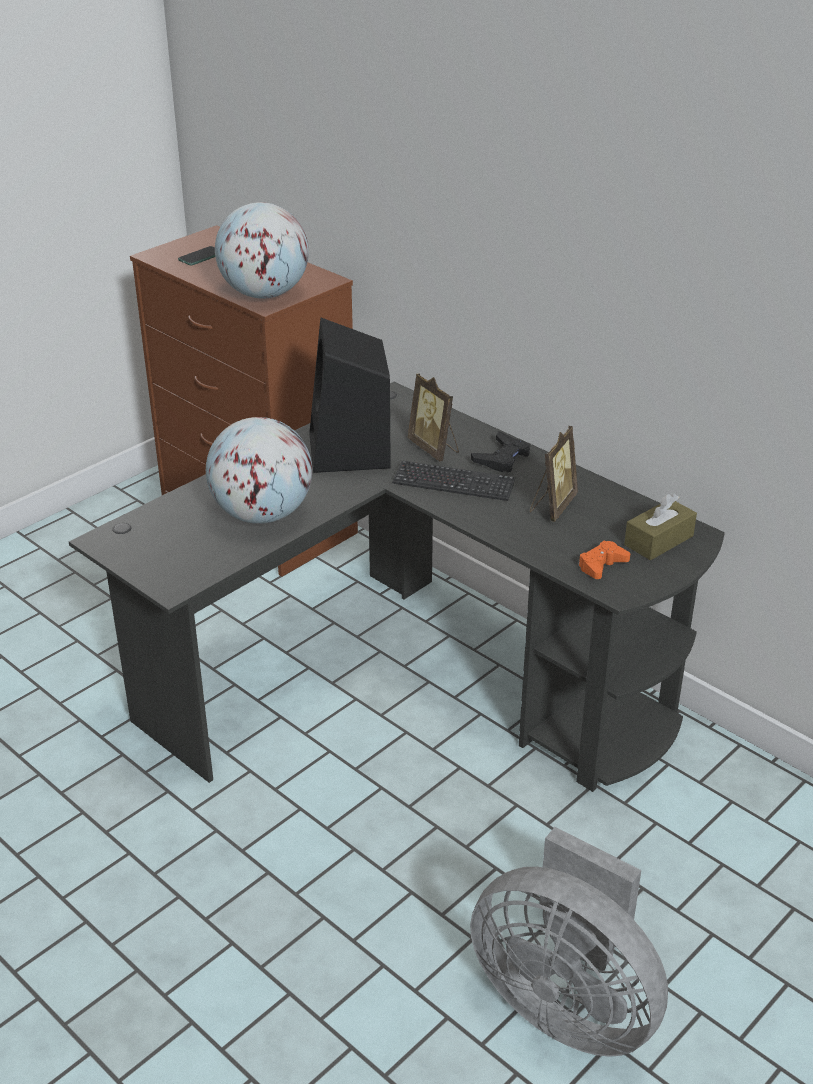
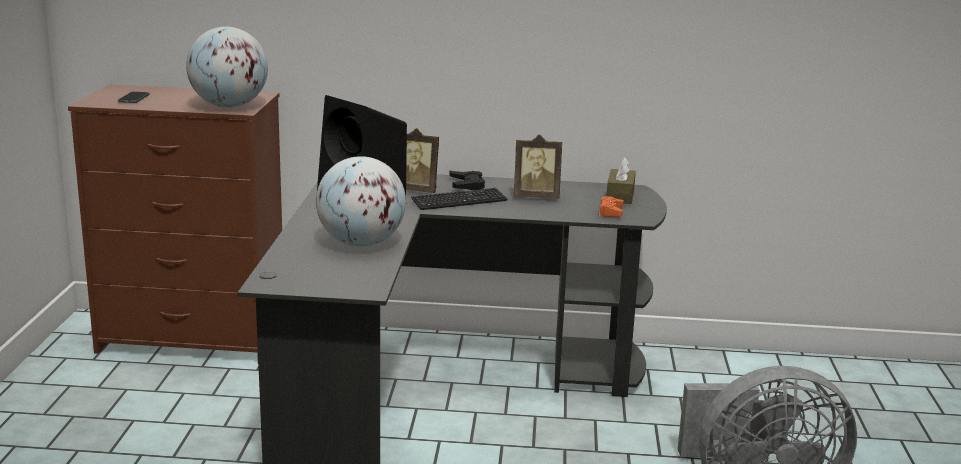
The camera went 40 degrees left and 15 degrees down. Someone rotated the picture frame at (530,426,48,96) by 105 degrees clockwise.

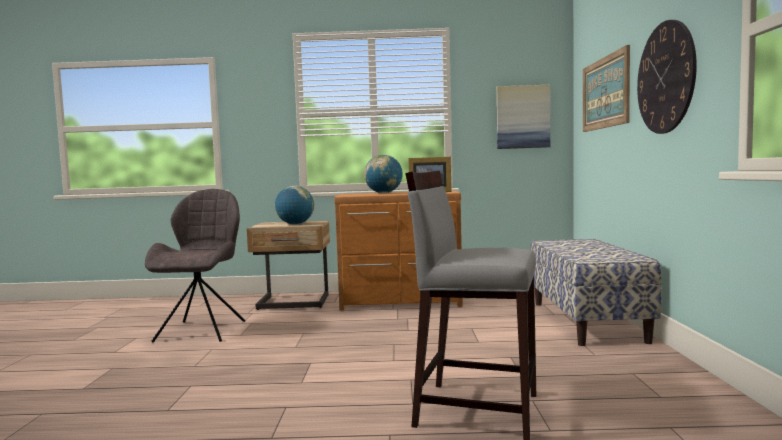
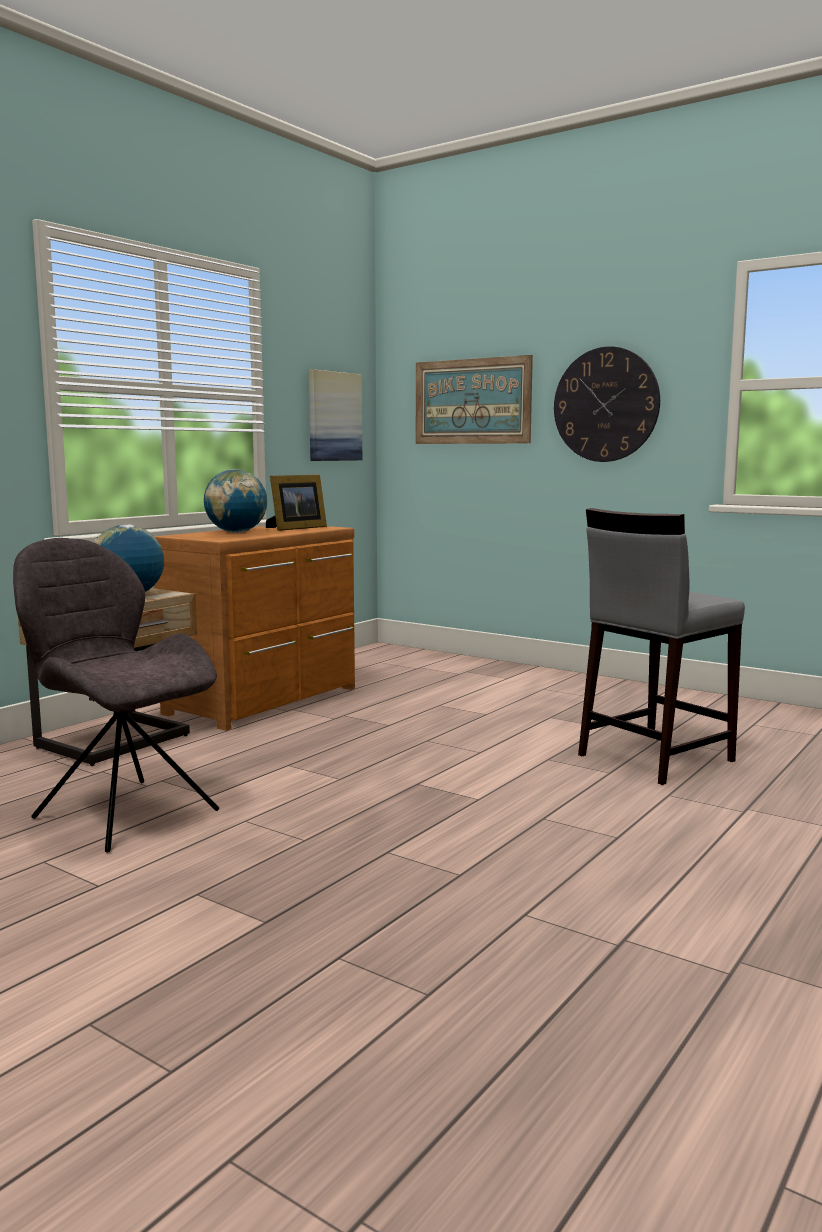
The camera went 55 degrees left and 5 degrees up. Someone took away the bench at (530,239,132,107).

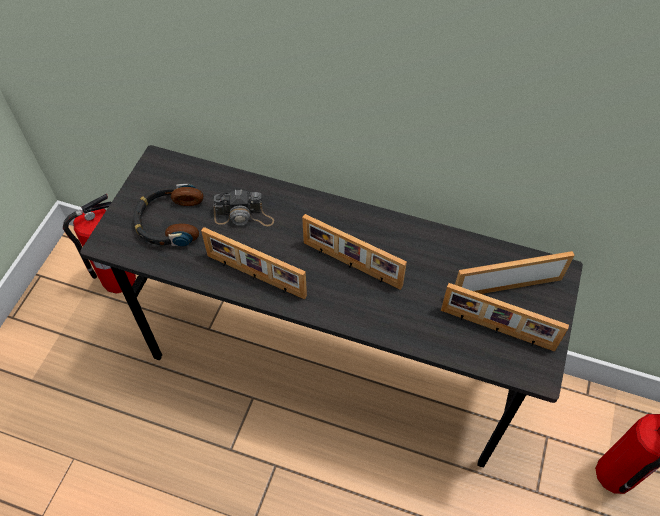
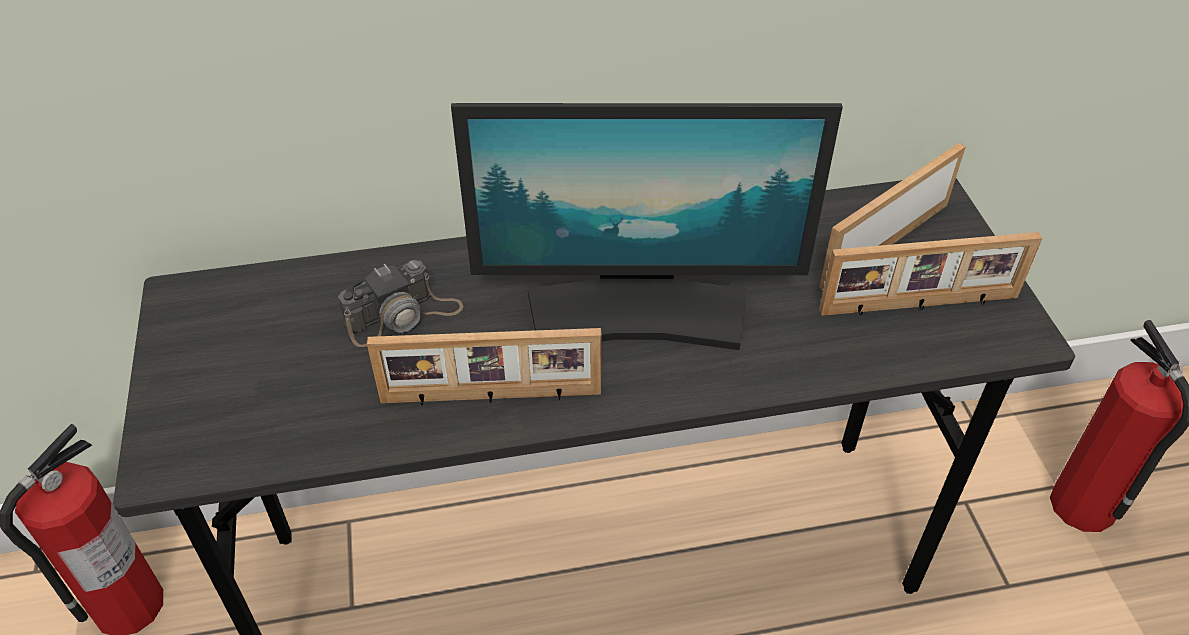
The camera went 30 degrees left and 10 degrees down. Someone took away the headphones at (133,184,71,62). Someone swapped the picture frame at (302,214,105,76) for the monitor at (451,103,392,247).

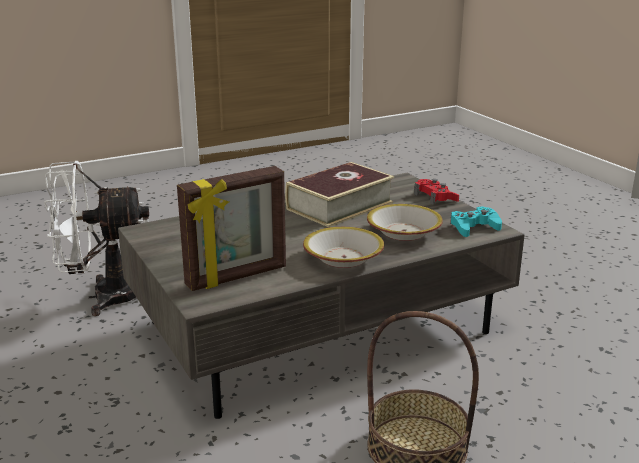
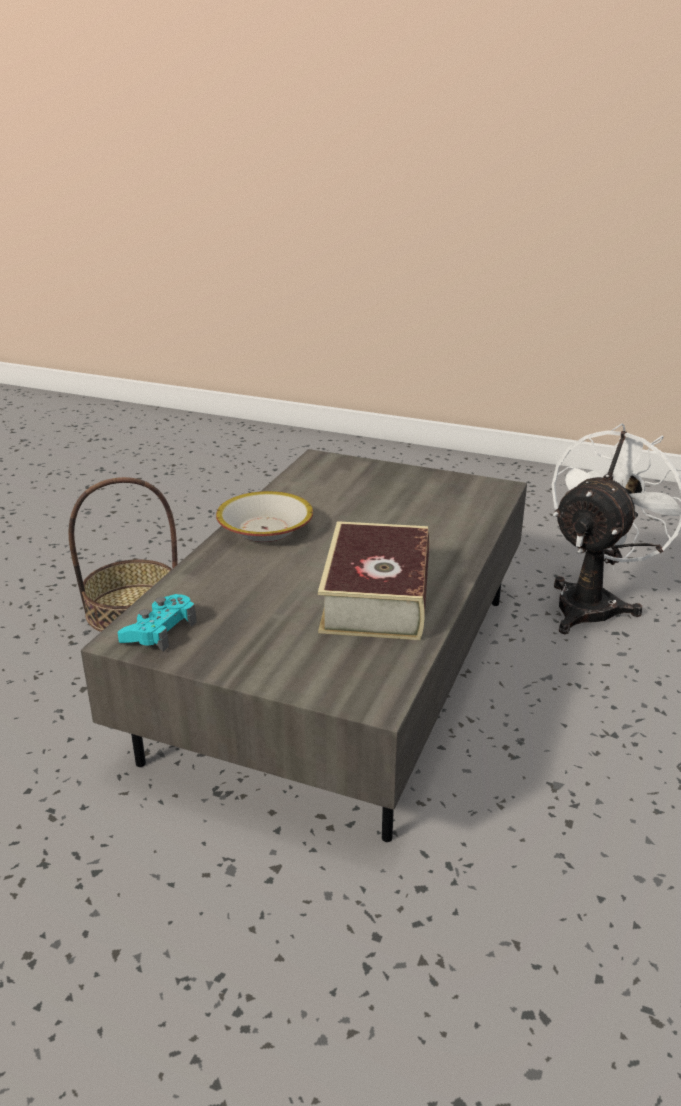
The camera went 140 degrees right and 5 degrees up. Someone took away the picture frame at (177,166,109,125). Someone took away the bowl at (367,204,76,37). Someone took away the red game controller at (414,179,45,26).

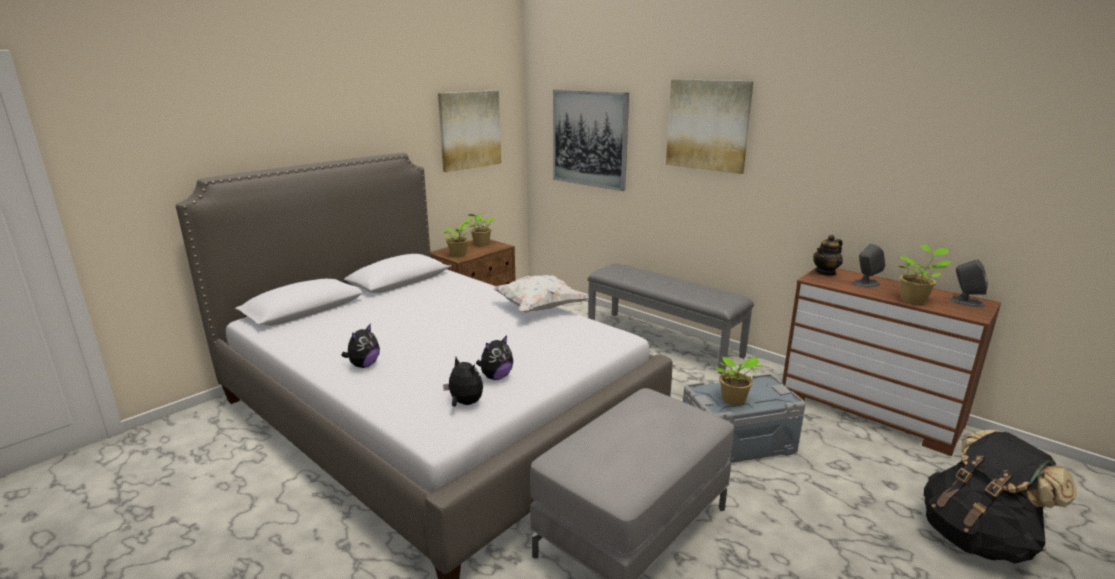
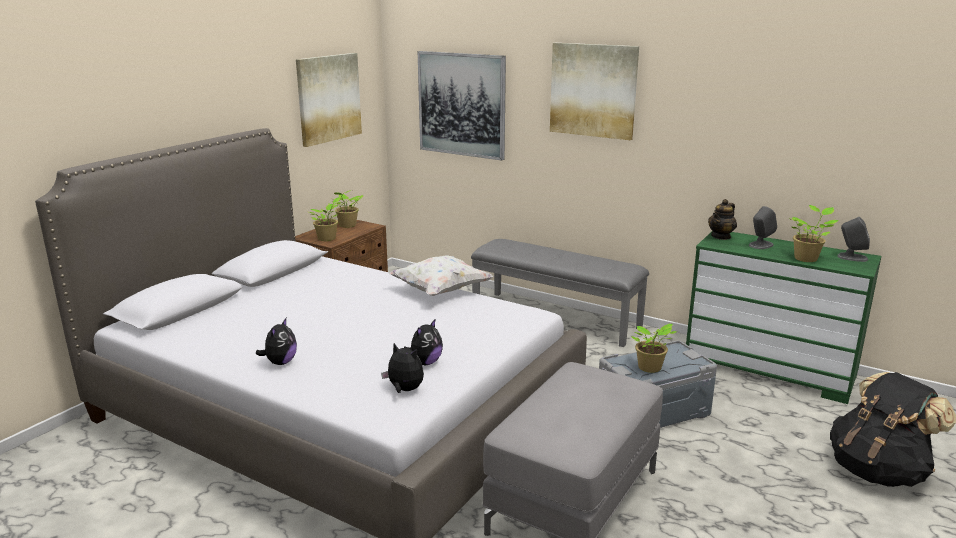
The camera went 10 degrees left and 0 degrees up. Someone repainted the brown dresser at (782,267,219,189), which became the green dresser at (686,232,195,172).

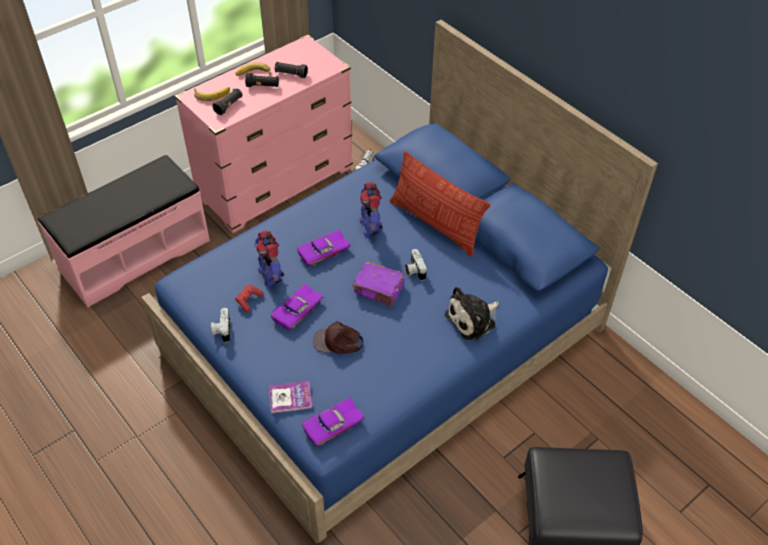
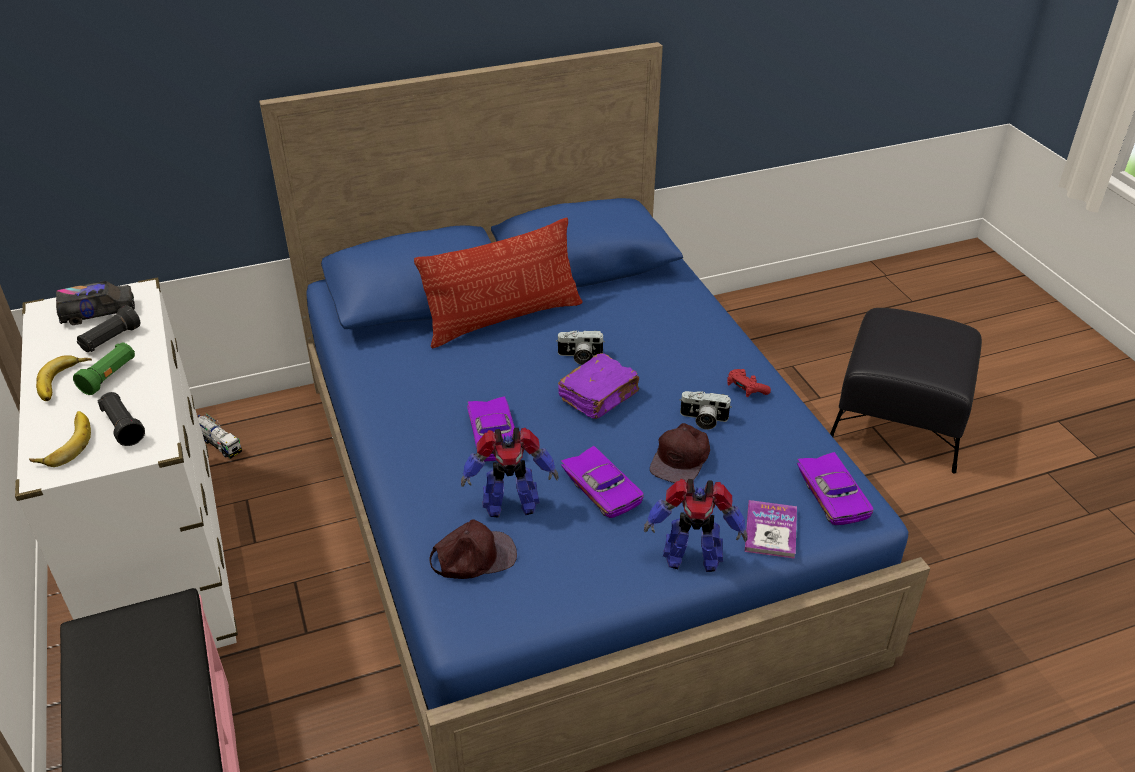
The camera went 70 degrees left and 10 degrees down. Someone repainted the pink dresser at (175,35,178,198), which became the white dresser at (15,278,223,370). Someone carried the photo camera from (211,308,19,35) to (679,391,53,39). Someone carried the red game controller from (235,285,29,27) to (727,369,44,28). Someone repainted the black flashlight at (245,73,34,14), which became the green flashlight at (73,343,62,52). Someone carried the toy robot from (360,182,23,55) to (644,479,104,93). Someone took away the plush toy at (445,286,54,54). Someone put down the toy truck at (56,281,79,44). Someone put down the brown cap at (430,519,87,60).

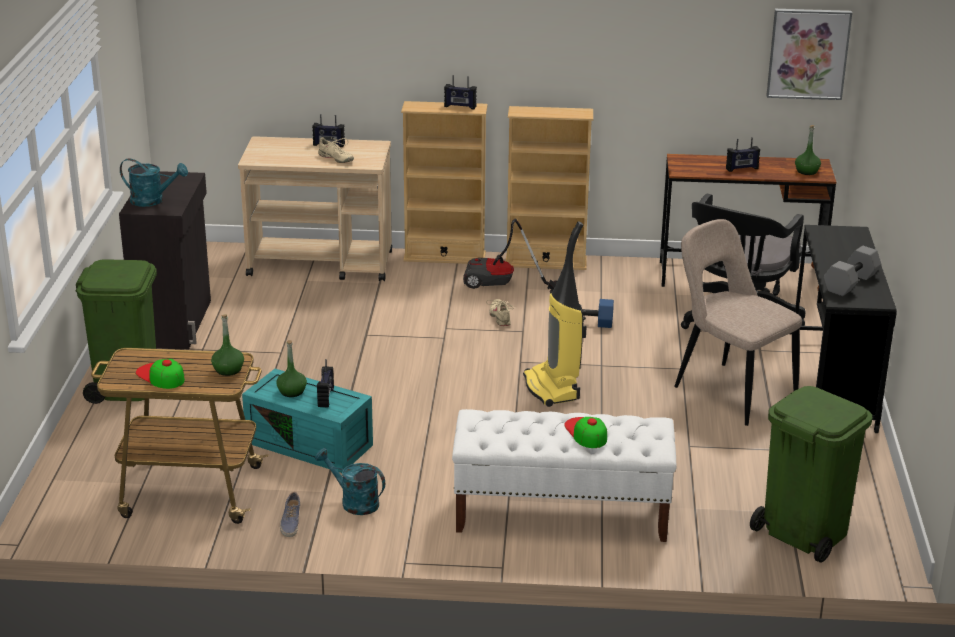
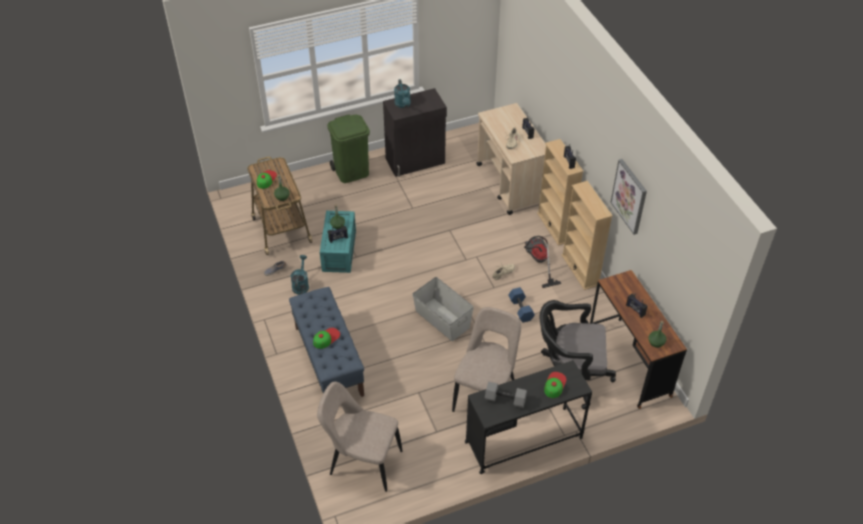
The camera went 65 degrees right and 20 degrees up. Someone repainted the white bench at (452,409,225,133), which became the blue bench at (289,287,75,110). Someone swapped the vacuum cleaner at (523,221,63,186) for the grey storage box at (413,277,61,64). Someone swapped the green trash can at (750,386,122,177) for the beige chair at (317,382,86,110). Someone carried the picture from (766,9,86,91) to (610,159,37,76). Someone put down the cap at (544,372,22,26).

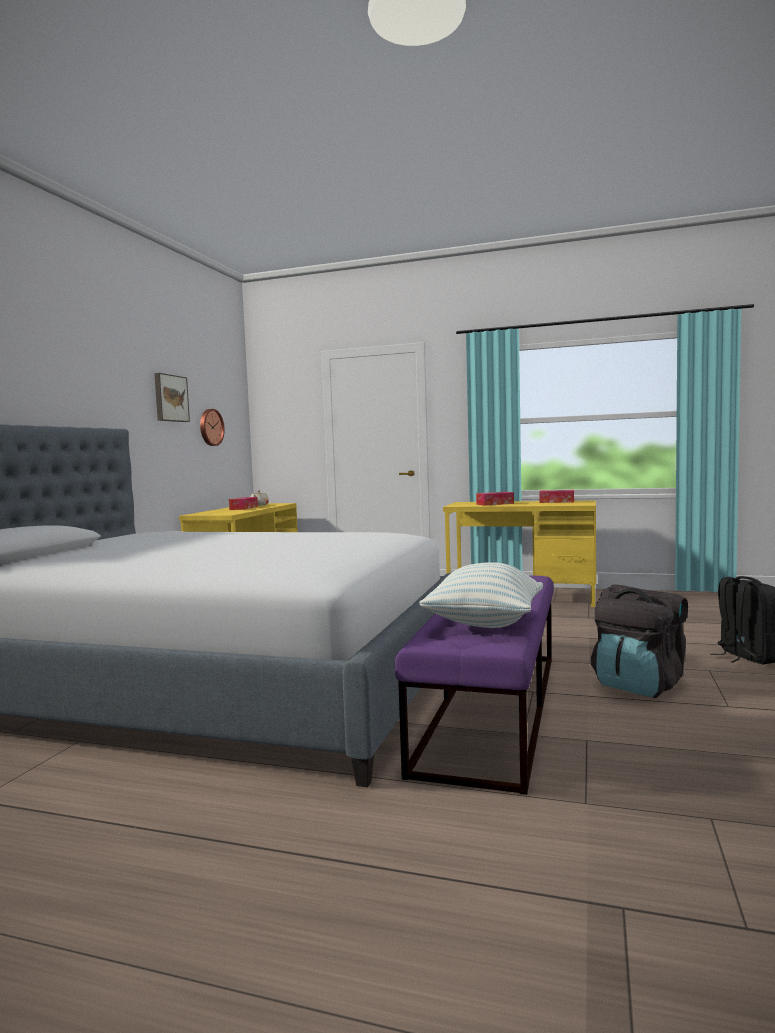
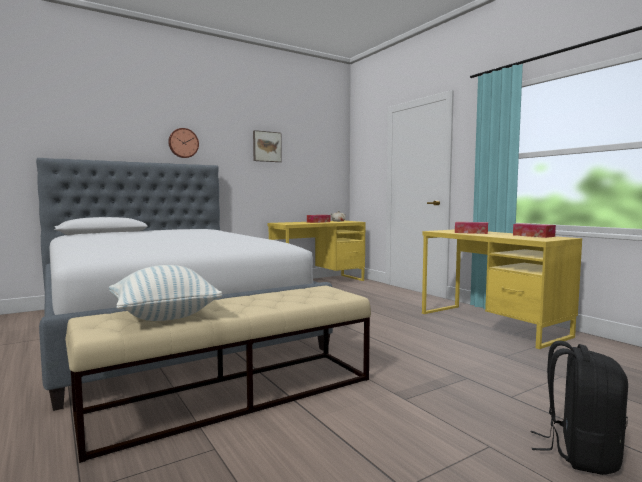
The camera went 40 degrees right and 0 degrees up. Someone carried the wall clock from (200,409,25,37) to (168,128,31,30). Someone repainted the purple bench at (395,575,159,220), which became the beige bench at (65,286,306,177). Someone took away the black backpack at (591,584,97,114).

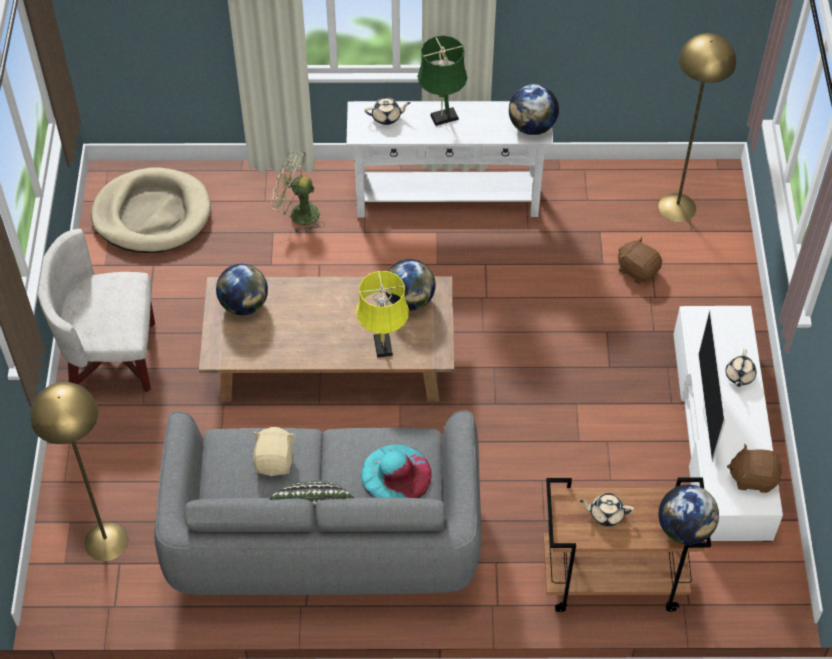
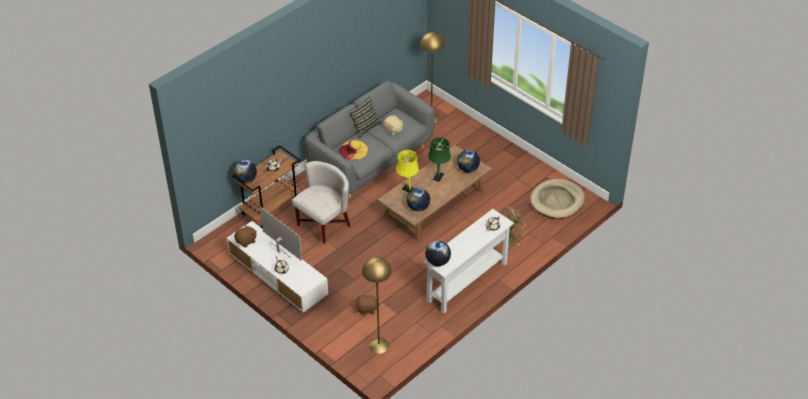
The camera went 135 degrees right and 10 degrees down. Someone carried the white armchair from (38,229,117,163) to (292,161,59,82). Someone repainted the turquoise hat at (361,445,71,53), which became the yellow hat at (339,140,29,20). Someone carried the green table lamp from (417,35,50,91) to (428,137,23,45).

